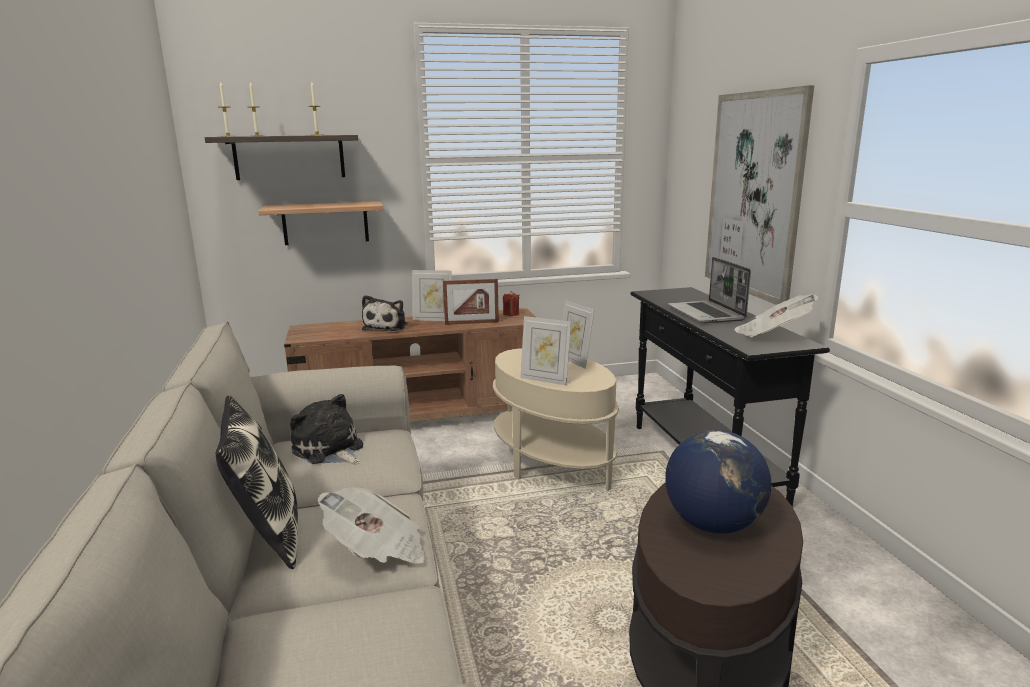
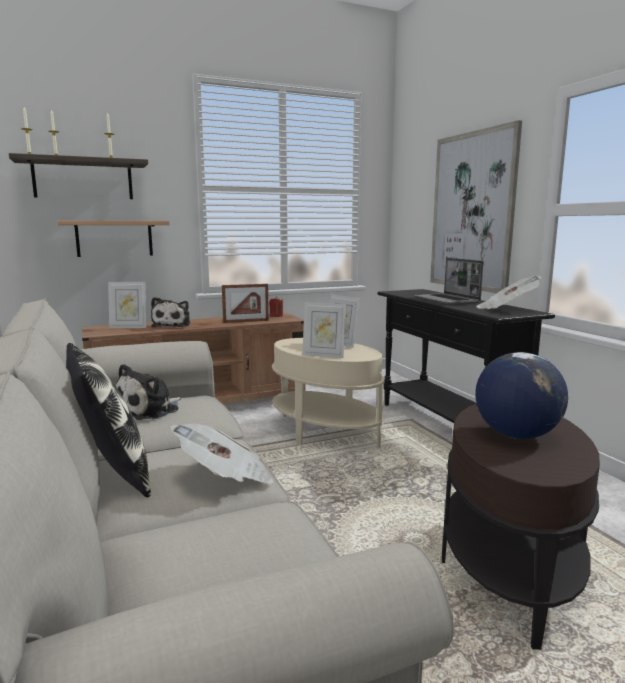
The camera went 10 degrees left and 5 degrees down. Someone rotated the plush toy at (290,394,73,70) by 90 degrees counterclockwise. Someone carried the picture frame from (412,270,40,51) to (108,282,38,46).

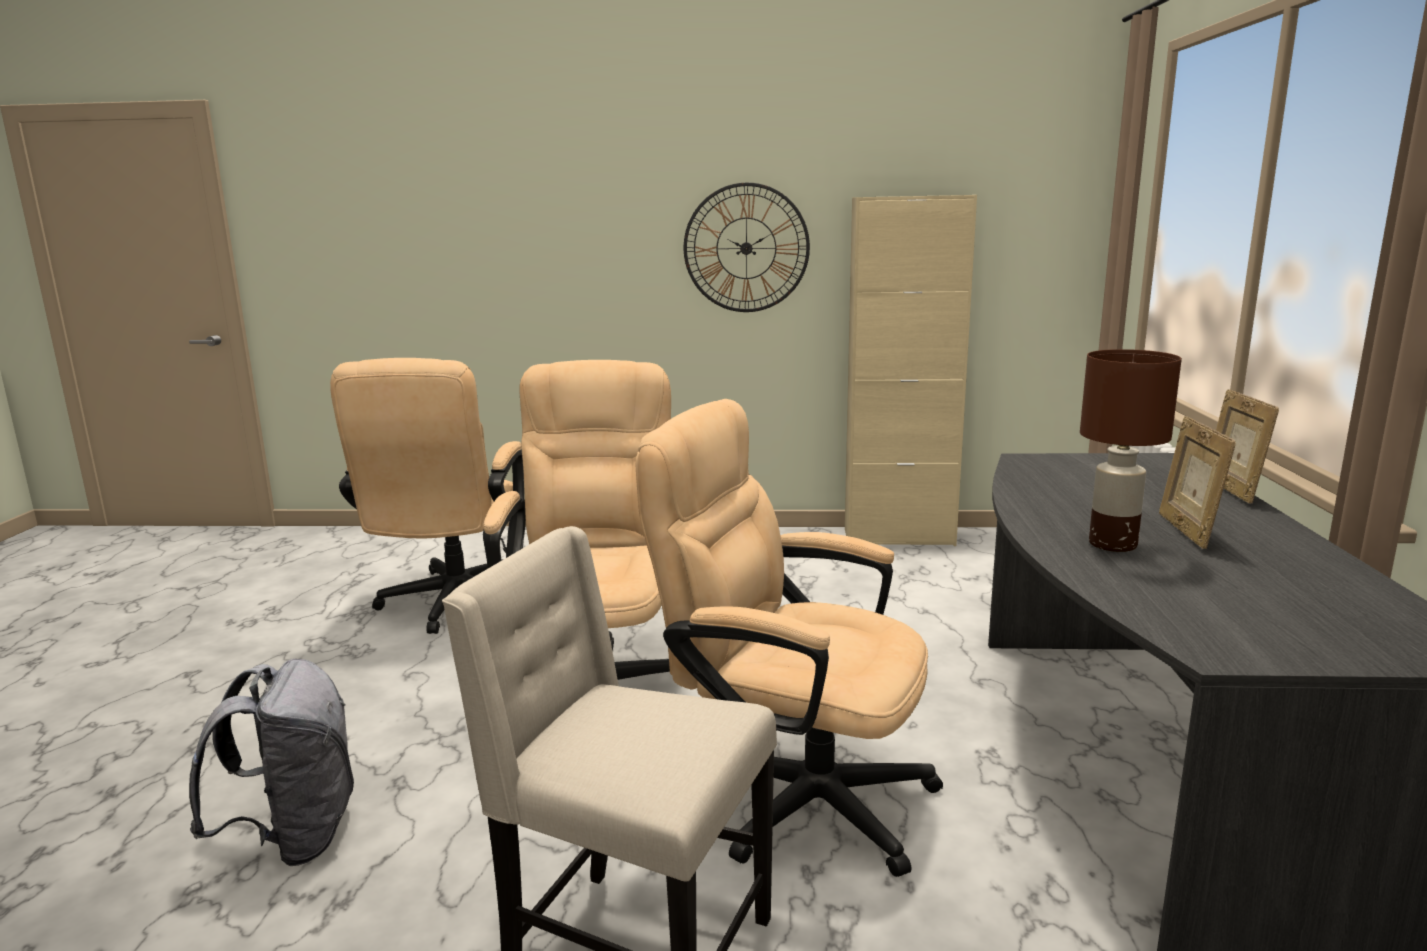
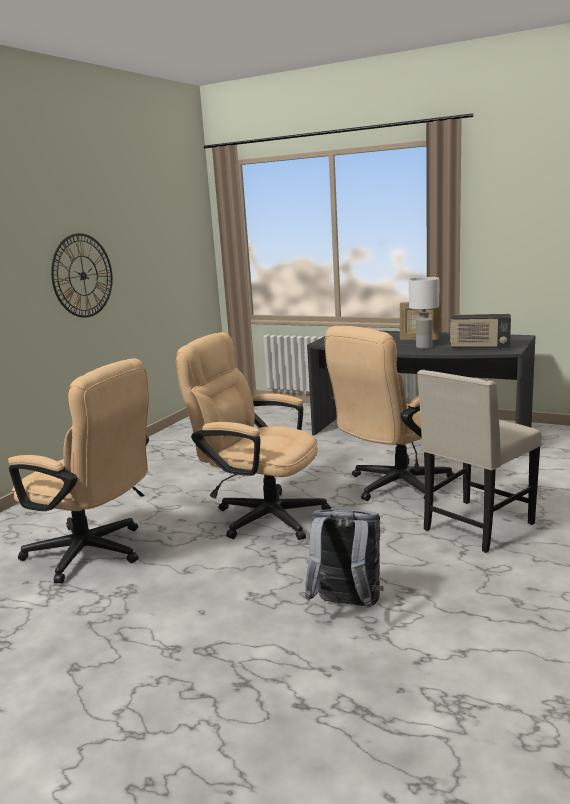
The camera went 65 degrees left and 0 degrees up. Someone took away the beige cabinet at (845,195,132,351). Someone repainted the brown table lamp at (1080,349,102,203), which became the white table lamp at (409,277,30,72). Someone took away the picture frame at (1216,389,63,114). Someone put down the radio at (450,314,61,35).

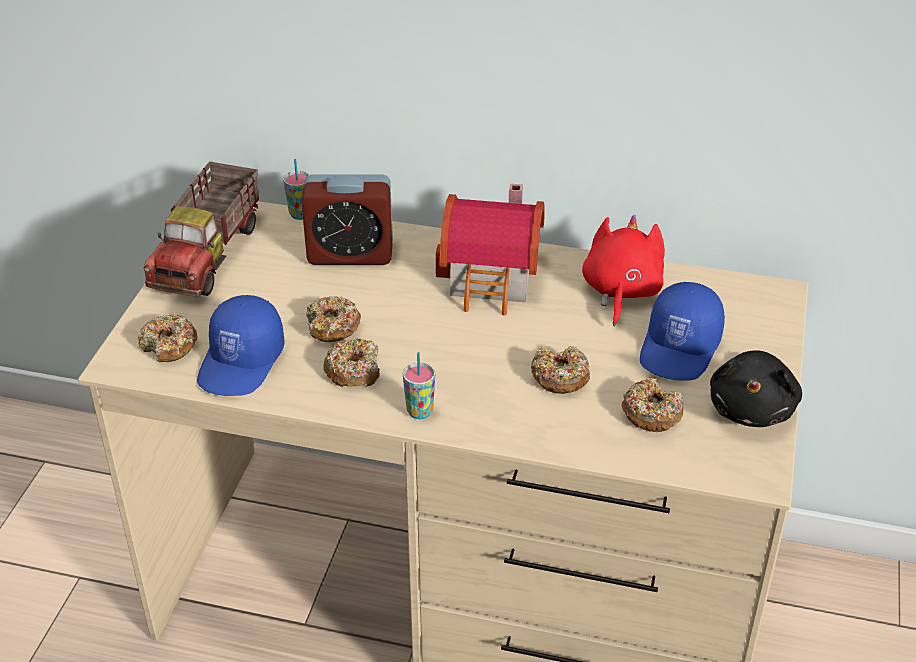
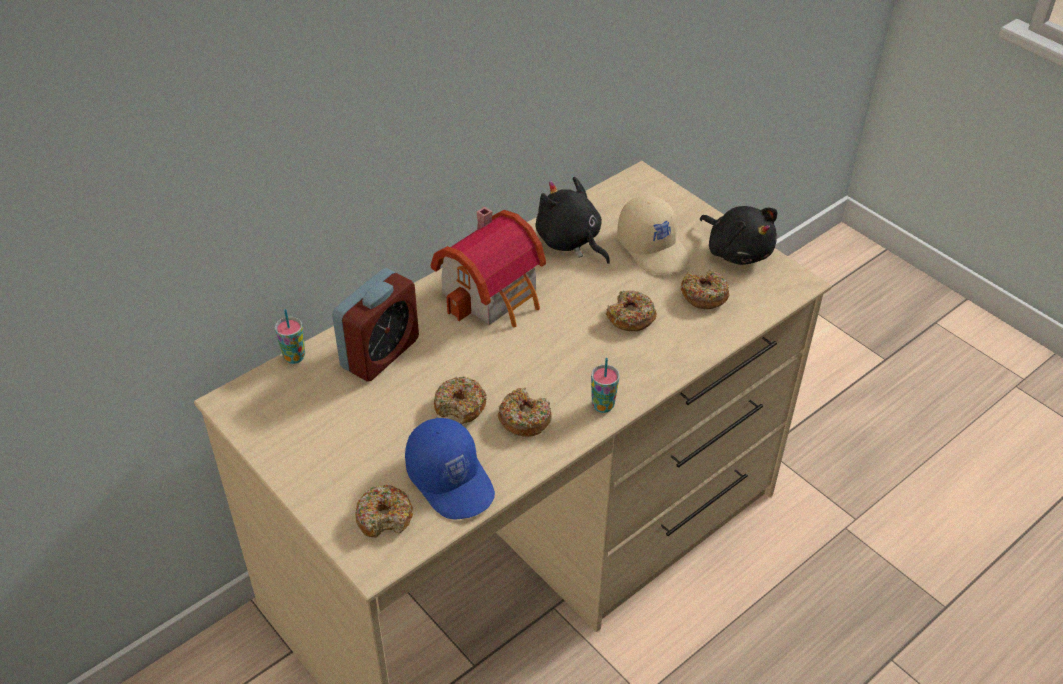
The camera went 55 degrees left and 5 degrees up. Someone took away the toy truck at (143,162,116,135). Someone repainted the red plush toy at (582,215,83,111), which became the black plush toy at (536,177,74,87). Someone repainted the blue cap at (640,282,85,99), which became the beige cap at (617,195,73,79).

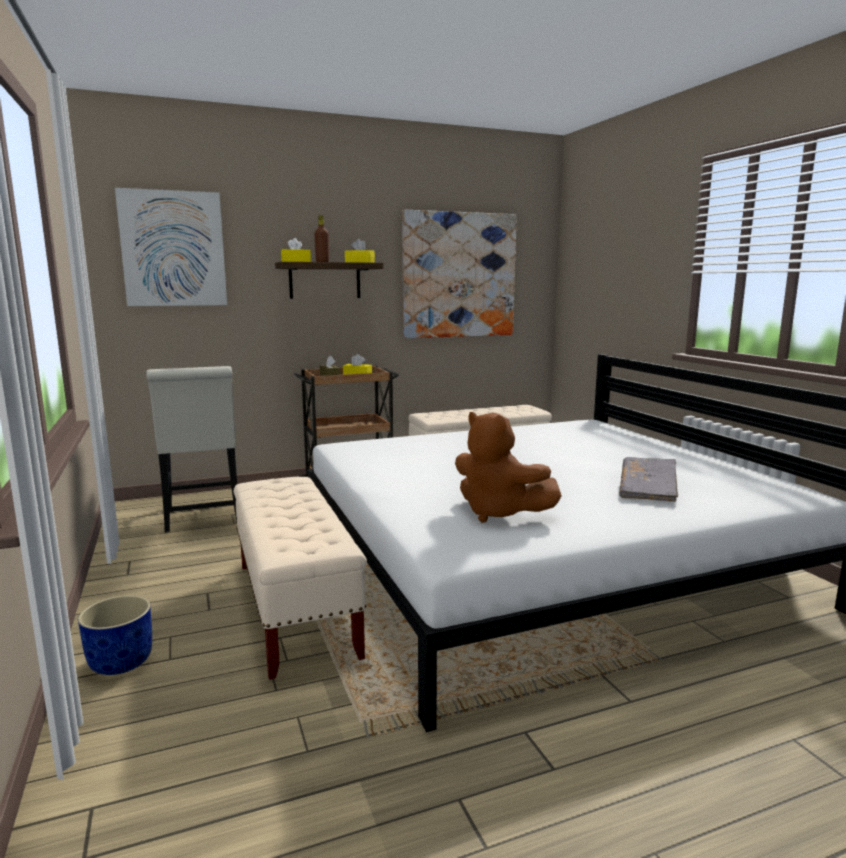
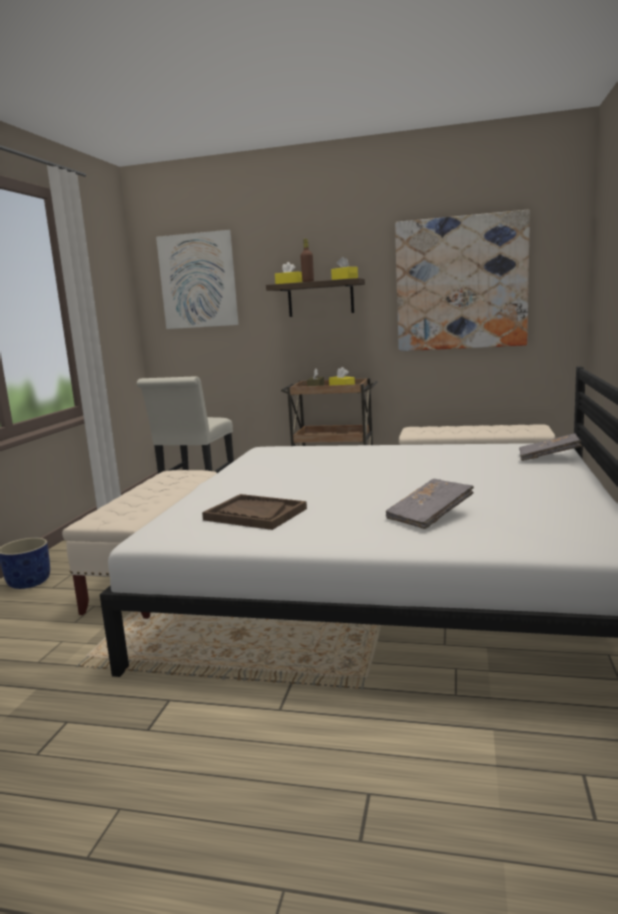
The camera went 35 degrees right and 0 degrees up. Someone swapped the brown plush toy at (455,412,107,111) for the brown tray at (202,494,105,36). Someone put down the grey book at (519,433,63,28).

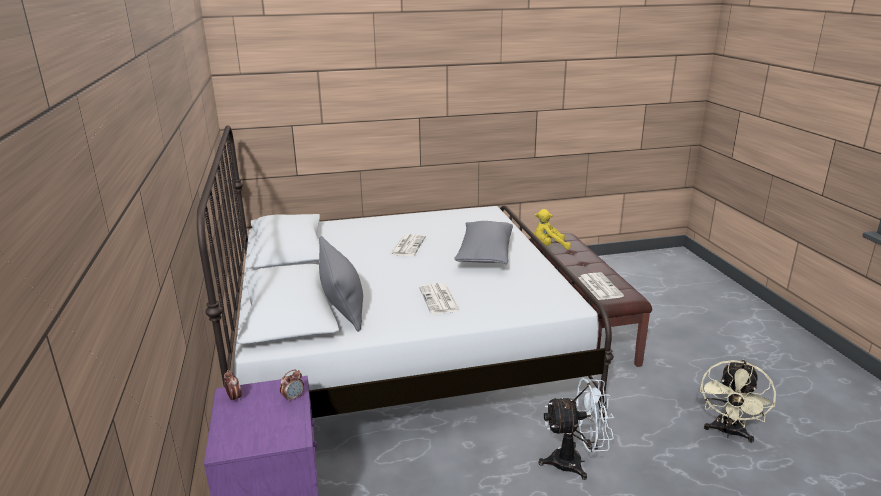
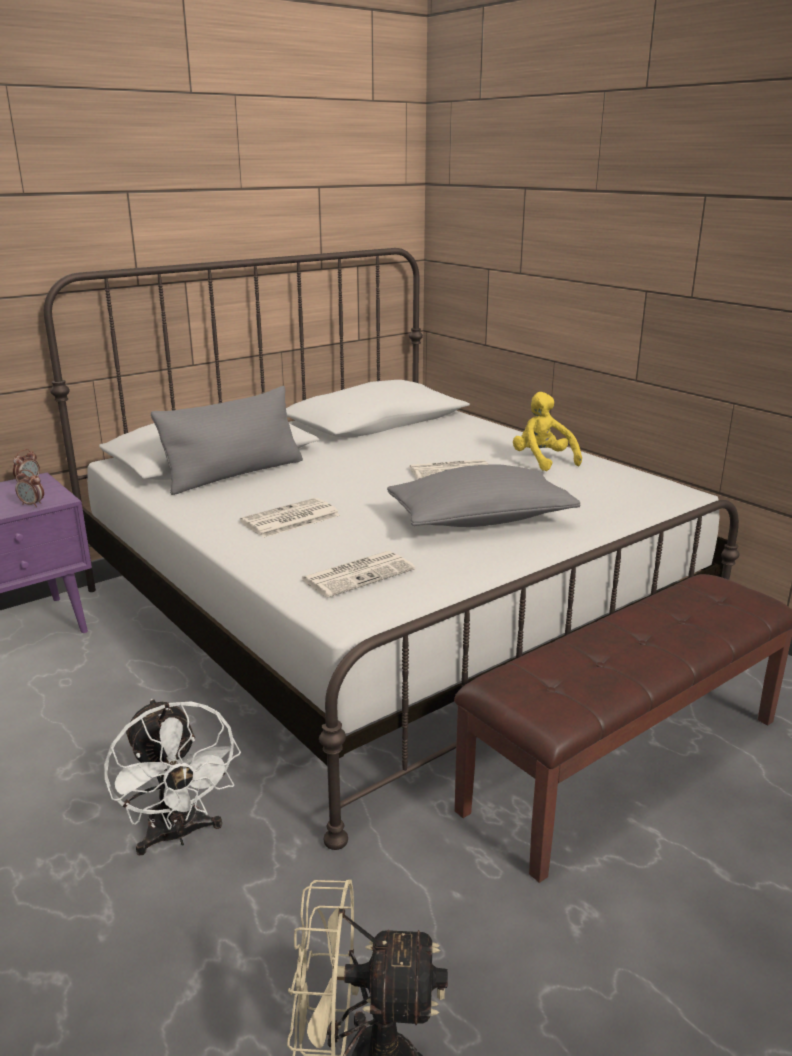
The camera went 65 degrees right and 0 degrees up. Someone carried the yellow plush toy from (534,209,37,41) to (513,392,69,79). Someone carried the newspaper from (578,272,46,28) to (301,551,114,47).

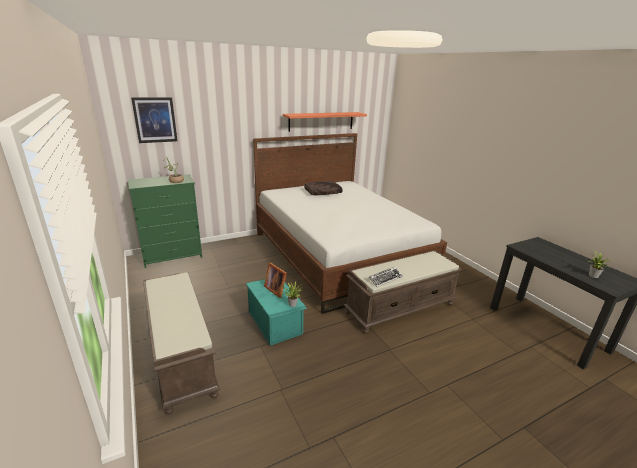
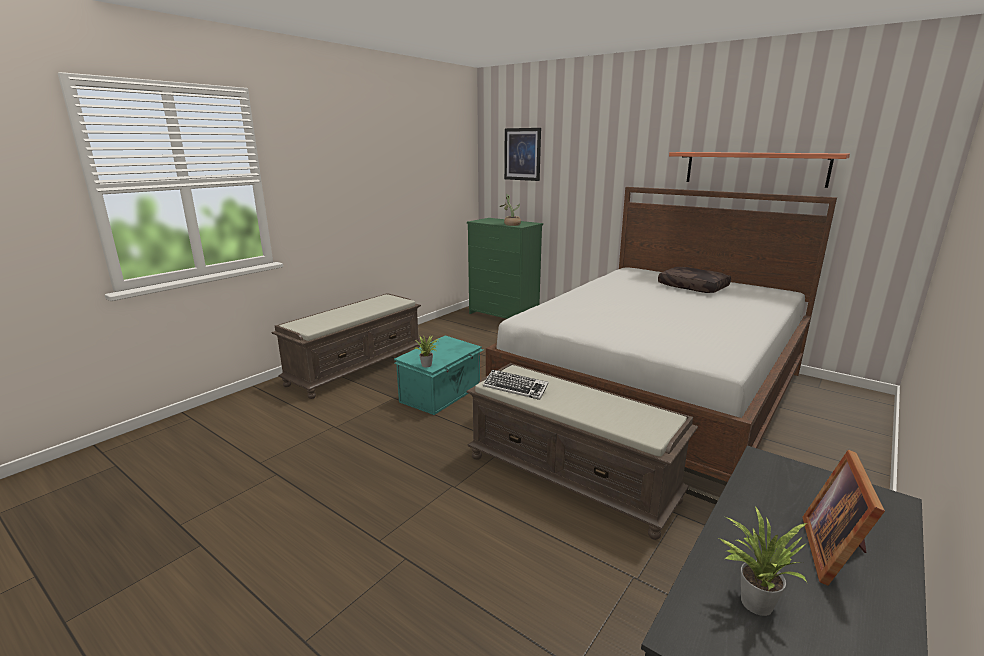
The camera went 65 degrees right and 5 degrees down. Someone carried the picture frame from (264,262,23,36) to (802,450,83,136).

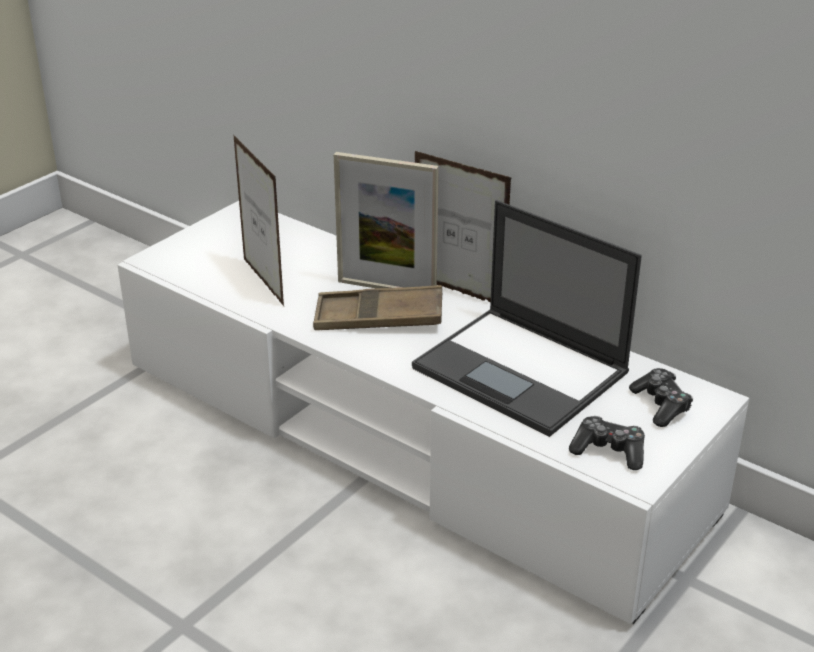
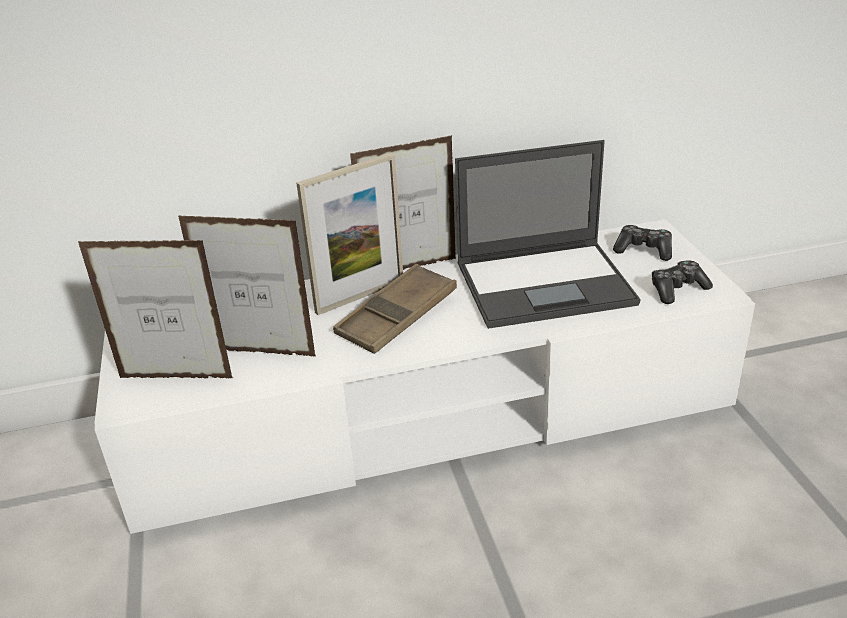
The camera went 50 degrees left and 0 degrees up. Someone put down the picture frame at (78,240,155,138).

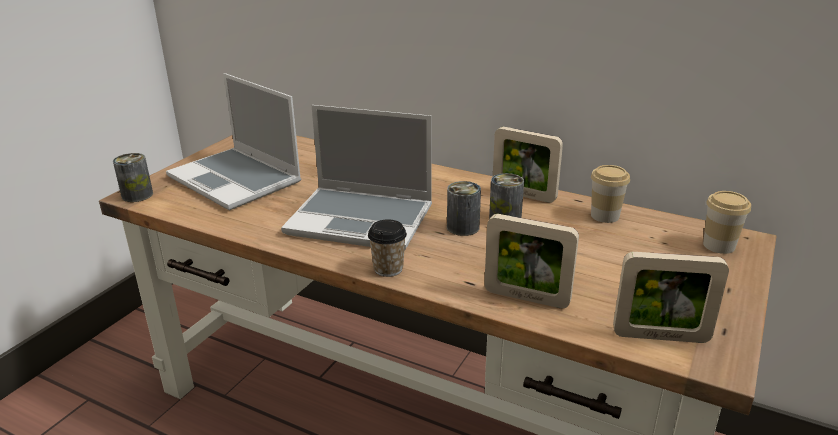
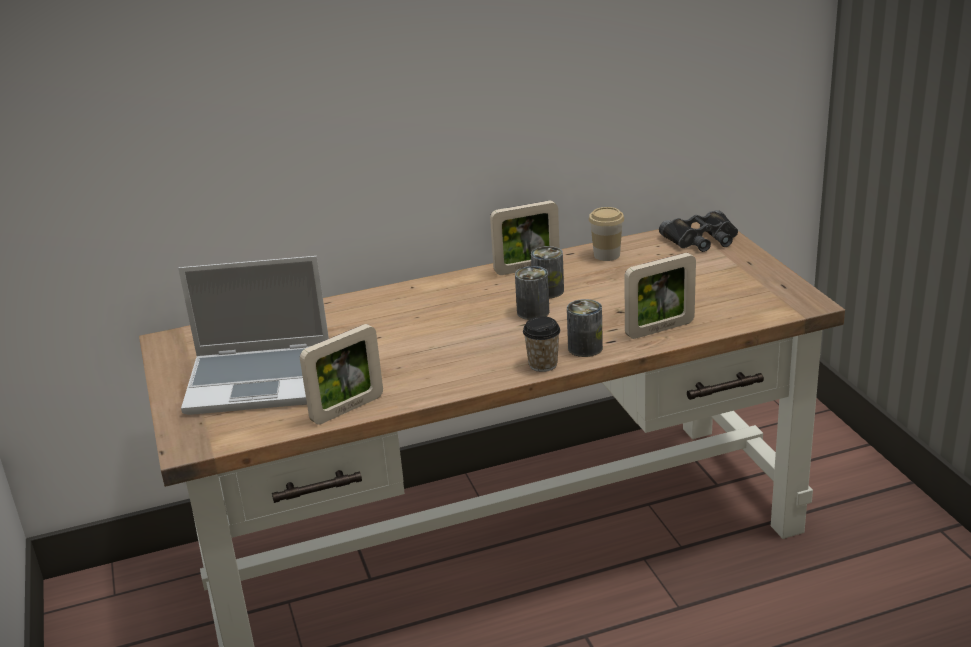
The camera went 45 degrees left and 0 degrees up. Someone carried the can from (113,153,40,49) to (567,299,36,58). Someone took away the laptop at (281,105,151,146). Someone carried the picture frame from (613,252,116,91) to (300,324,83,101). Someone swapped the cup at (703,191,48,63) for the black binoculars at (659,210,79,42).

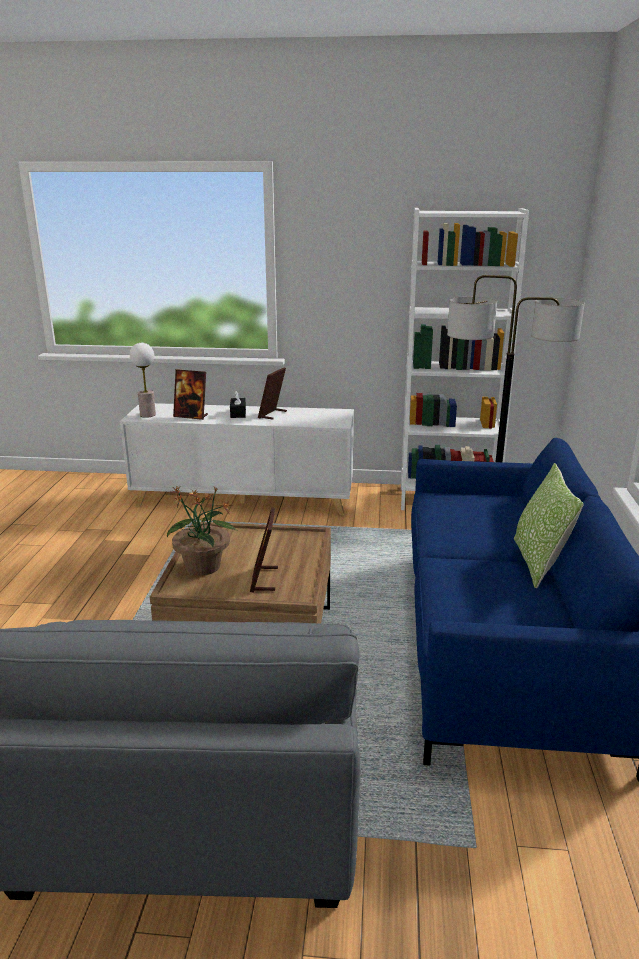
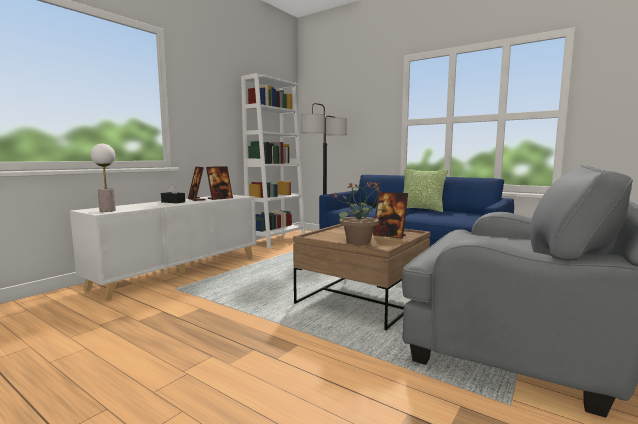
The camera went 60 degrees left and 15 degrees down. Someone carried the picture frame from (173,369,35,51) to (206,166,27,34).

